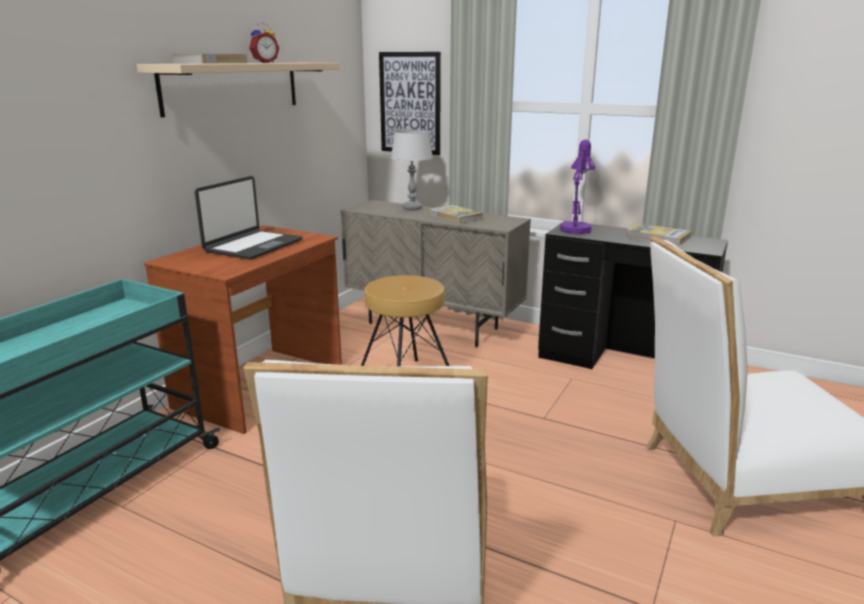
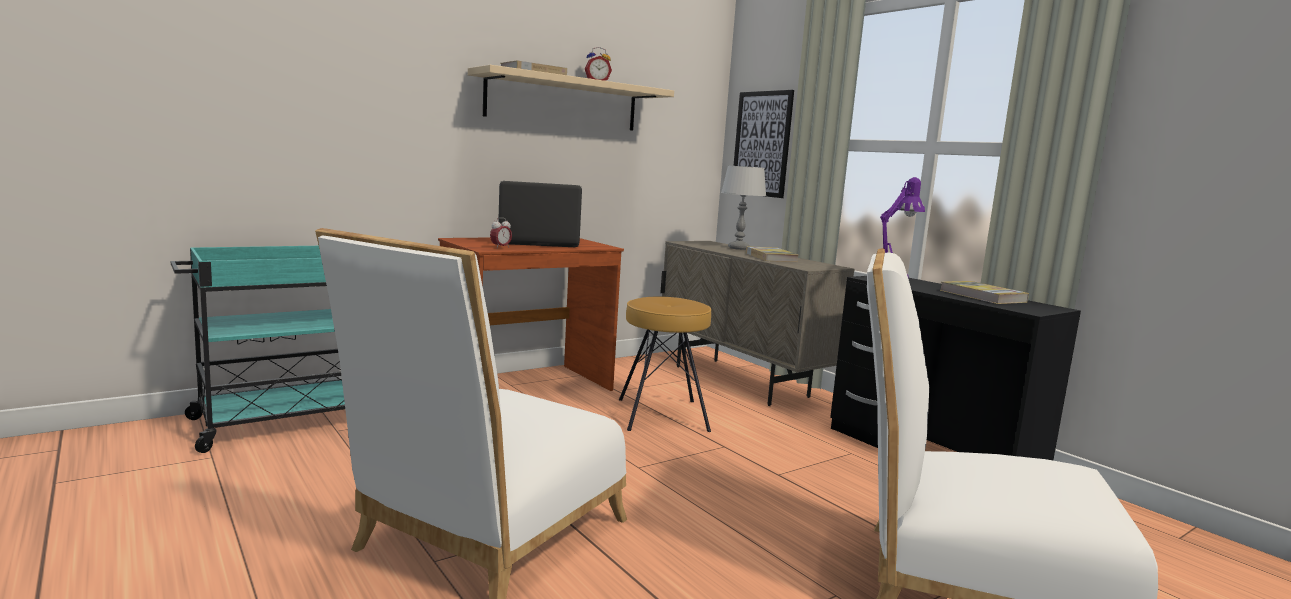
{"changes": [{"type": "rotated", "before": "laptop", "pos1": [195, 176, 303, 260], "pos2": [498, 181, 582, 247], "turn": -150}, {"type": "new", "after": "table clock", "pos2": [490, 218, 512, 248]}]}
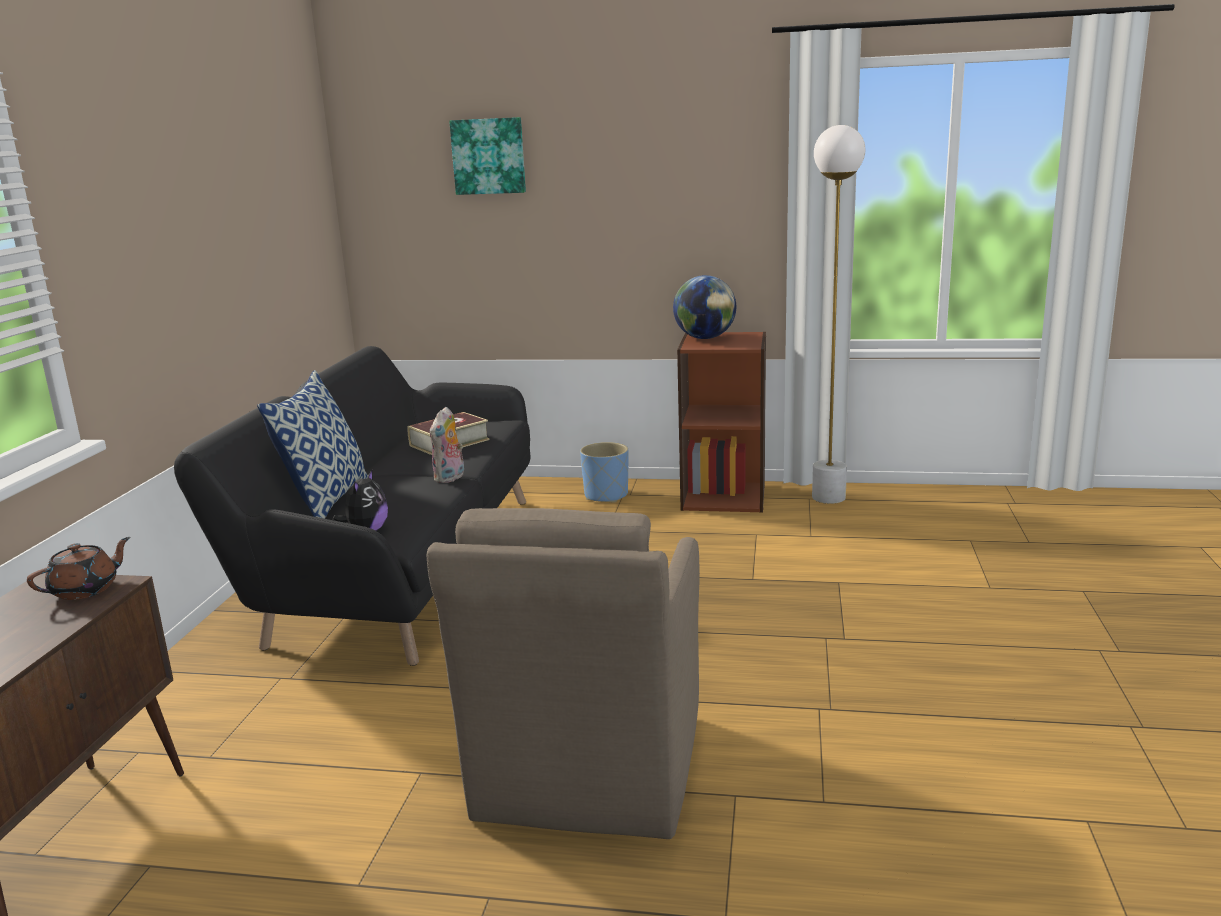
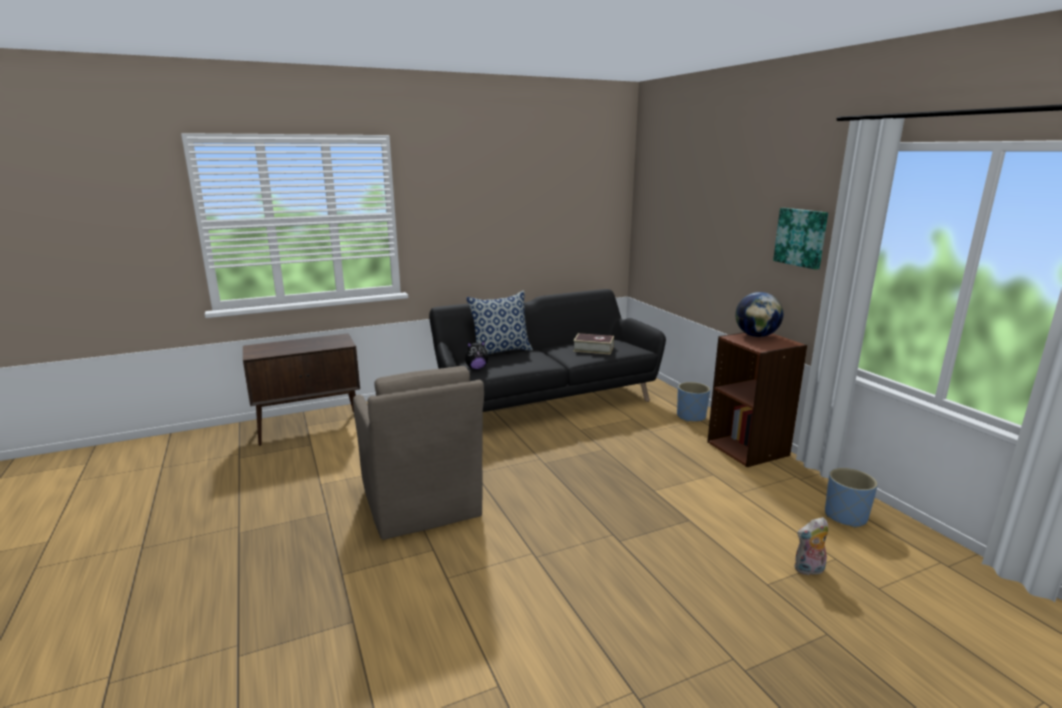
{"changes": [{"type": "shifted", "before": "picture", "pos1": [449, 117, 526, 195], "pos2": [773, 208, 828, 270]}, {"type": "gone", "before": "white standard lamp", "pos1": [812, 125, 866, 504]}, {"type": "shifted", "before": "cuddly toy", "pos1": [430, 407, 464, 483], "pos2": [794, 517, 828, 575]}, {"type": "rotated", "before": "brownish lounge chair", "pos1": [427, 508, 700, 839], "pos2": [353, 366, 484, 540], "turn": -90}, {"type": "gone", "before": "brownish tea pot", "pos1": [27, 537, 130, 600]}, {"type": "new", "after": "bluish planter", "pos2": [825, 468, 878, 528]}]}
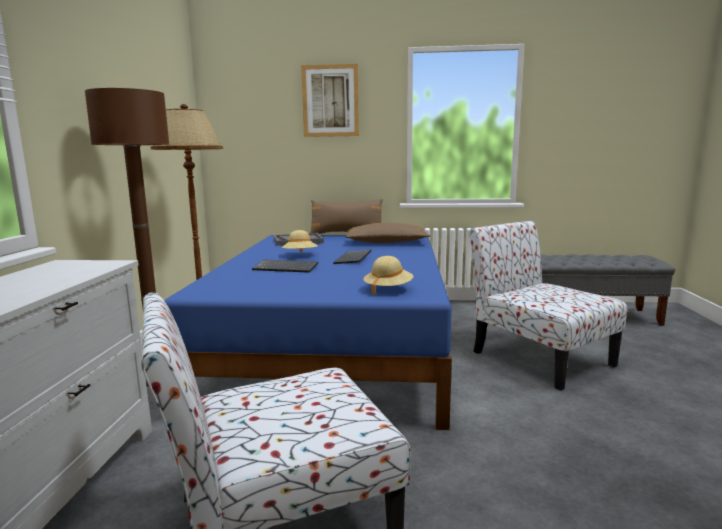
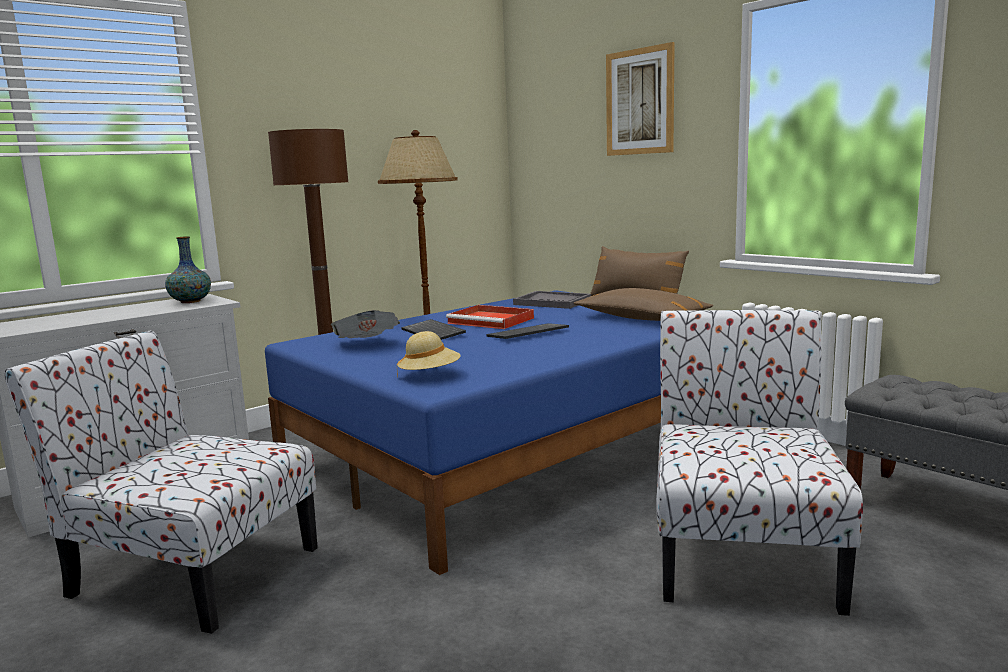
{"changes": [{"type": "swapped", "before": "beige clothing hat", "after": "red tray", "pos1": [282, 230, 318, 252], "pos2": [446, 305, 534, 329]}, {"type": "new", "after": "vase", "pos2": [165, 236, 211, 303]}, {"type": "new", "after": "newspaper", "pos2": [331, 310, 400, 338]}]}
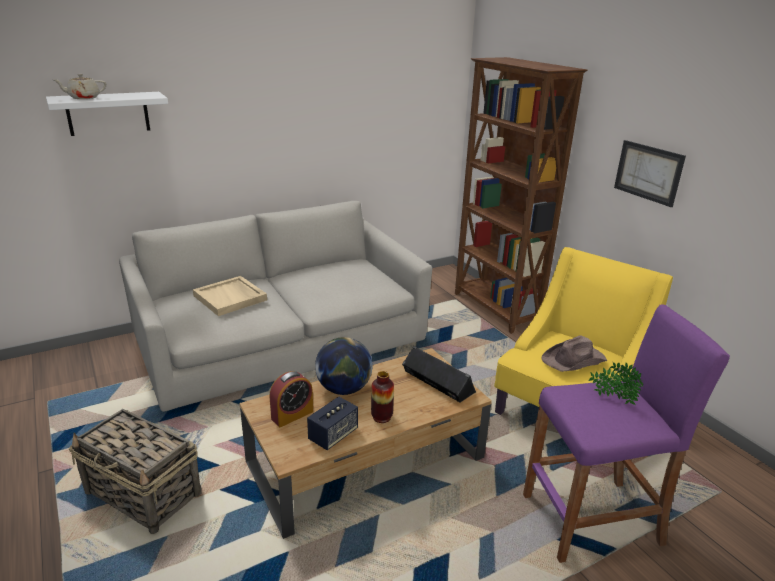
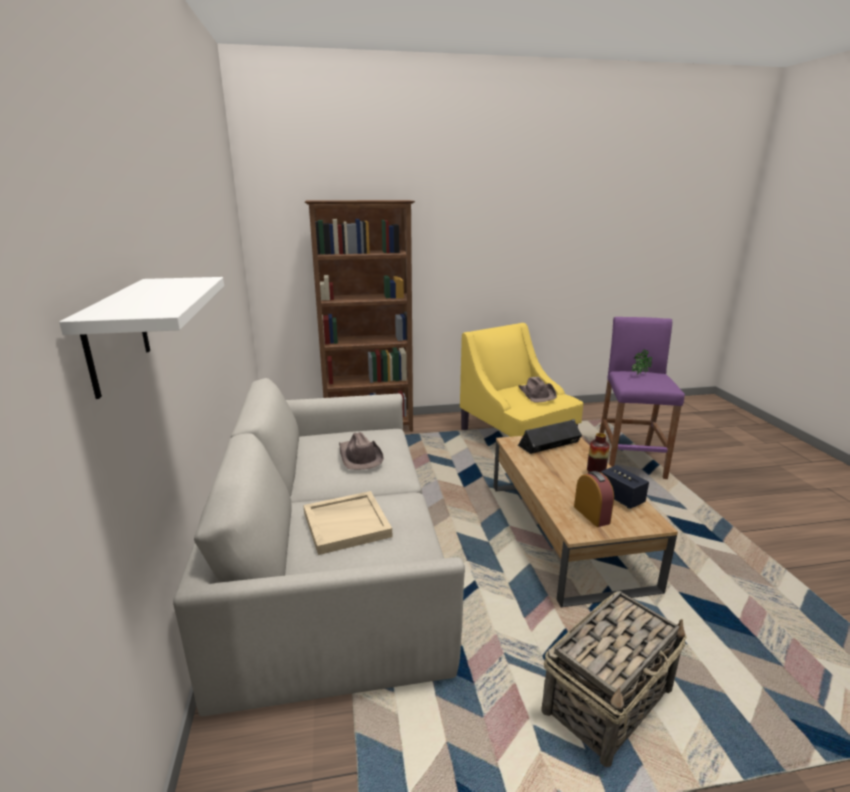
{"changes": [{"type": "gone", "before": "beige tea pot", "pos1": [54, 74, 106, 99]}, {"type": "gone", "before": "picture", "pos1": [614, 140, 686, 207]}, {"type": "gone", "before": "globe", "pos1": [315, 337, 373, 395]}, {"type": "new", "after": "brownish clothing hat", "pos2": [339, 432, 384, 470]}]}
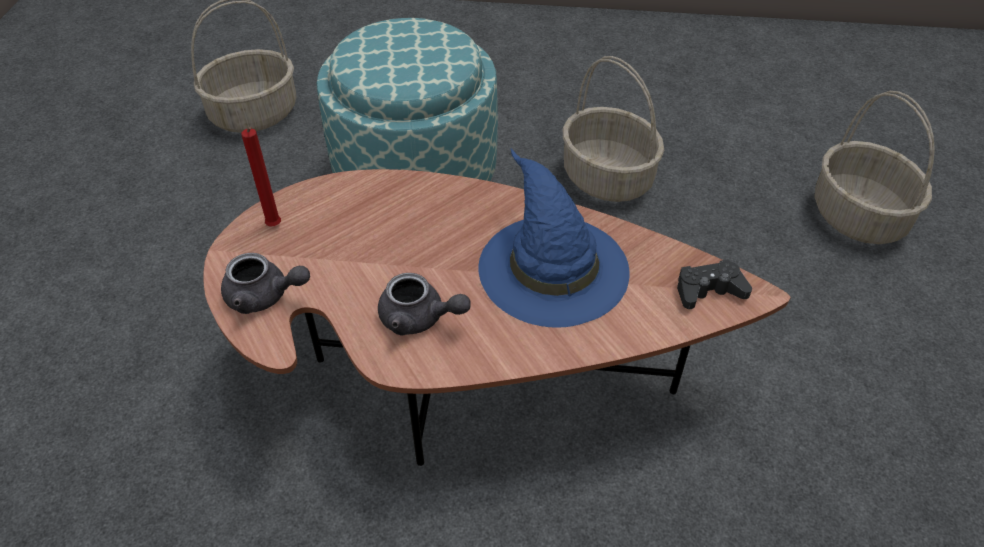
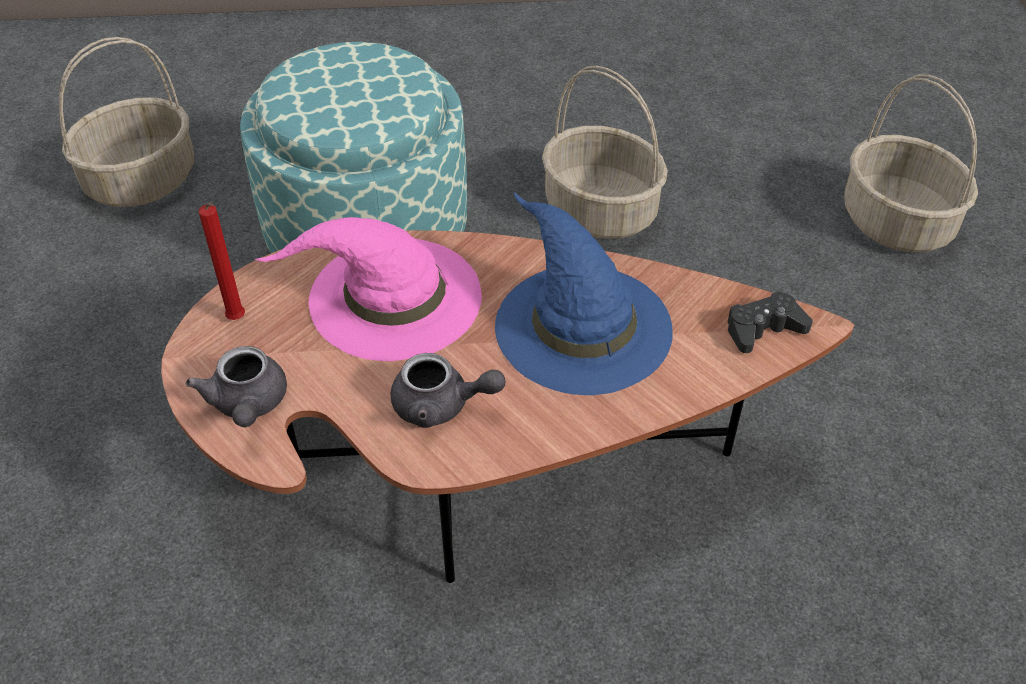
{"changes": [{"type": "rotated", "before": "greyish tea pot", "pos1": [221, 253, 310, 314], "pos2": [186, 346, 287, 427], "turn": 75}, {"type": "new", "after": "pinkish clothing hat", "pos2": [255, 217, 482, 361]}]}
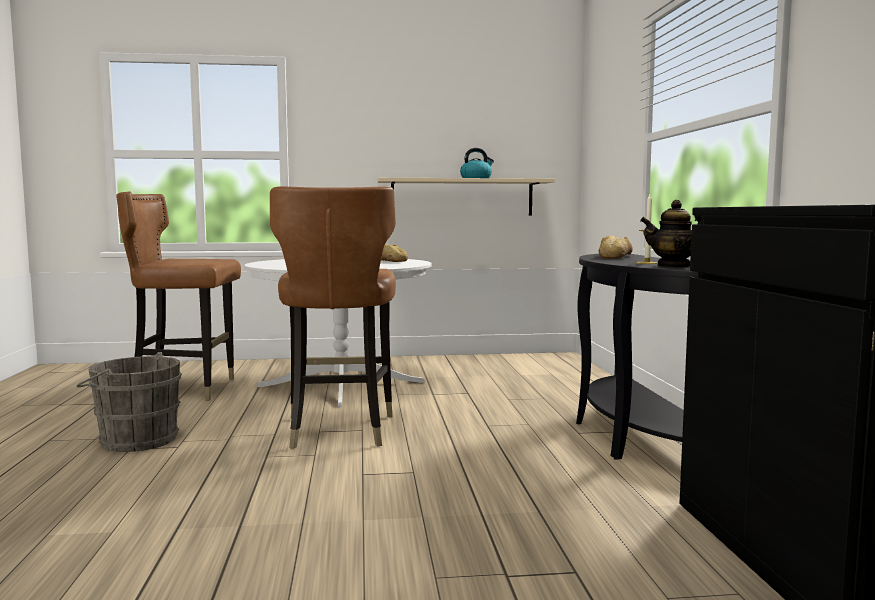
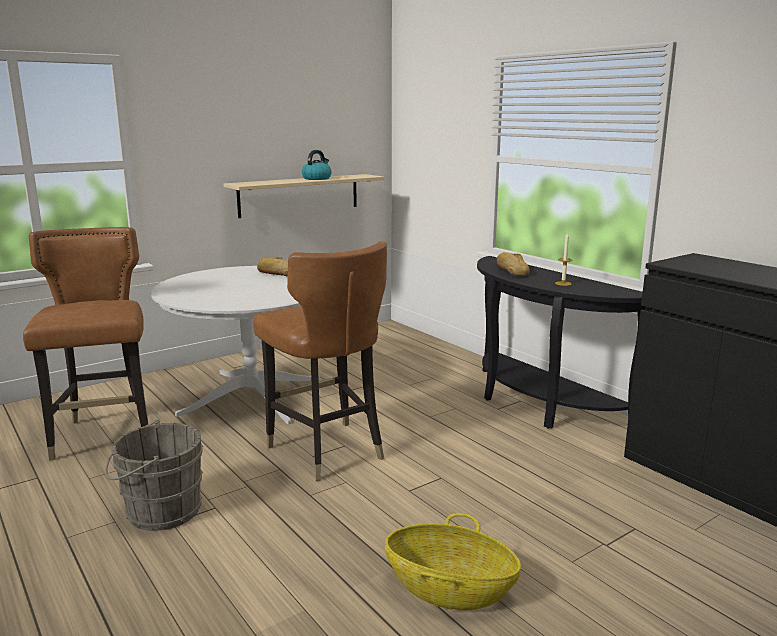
{"changes": [{"type": "rotated", "before": "brownish plain chair", "pos1": [116, 191, 241, 401], "pos2": [23, 227, 148, 461], "turn": 105}, {"type": "gone", "before": "tea pot", "pos1": [640, 200, 702, 268]}, {"type": "new", "after": "household basket", "pos2": [385, 513, 521, 610]}]}
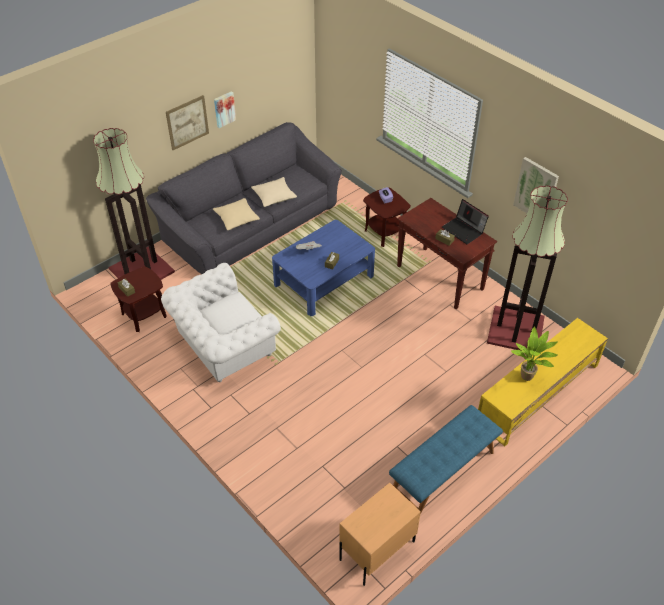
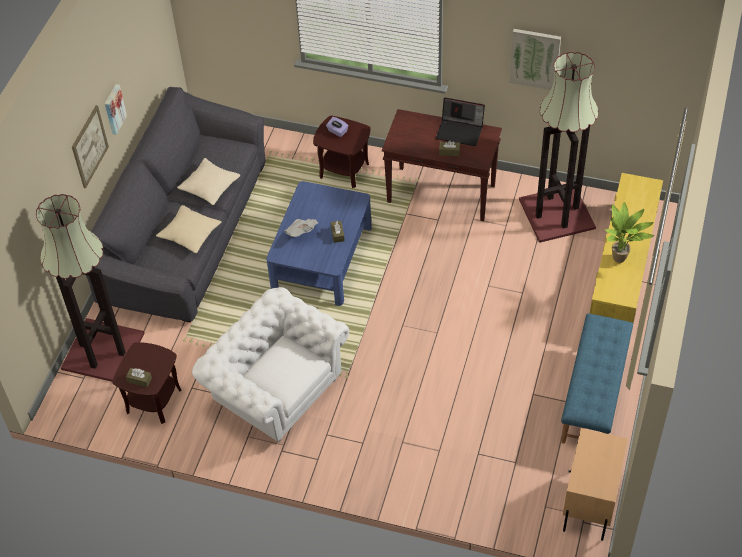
{"changes": [{"type": "rotated", "before": "white lounge chair", "pos1": [161, 263, 281, 382], "pos2": [192, 287, 349, 441], "turn": 105}]}
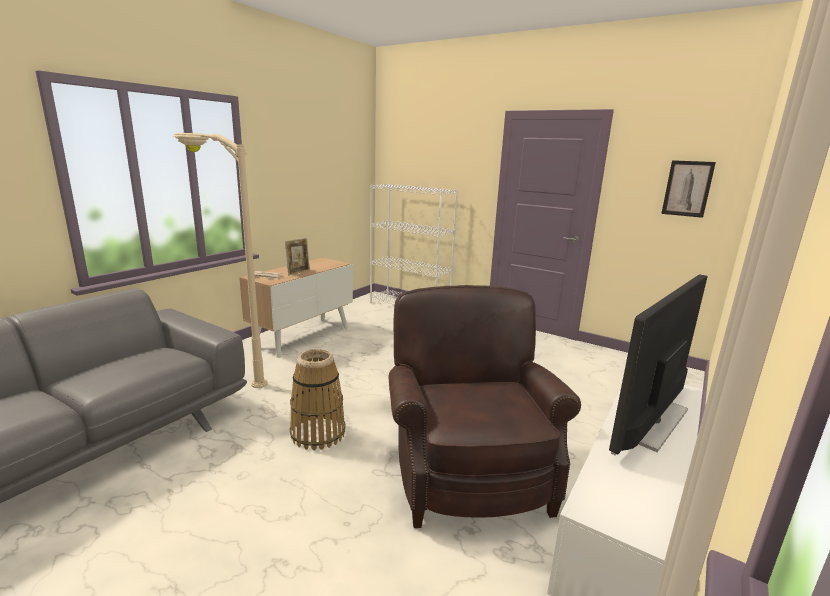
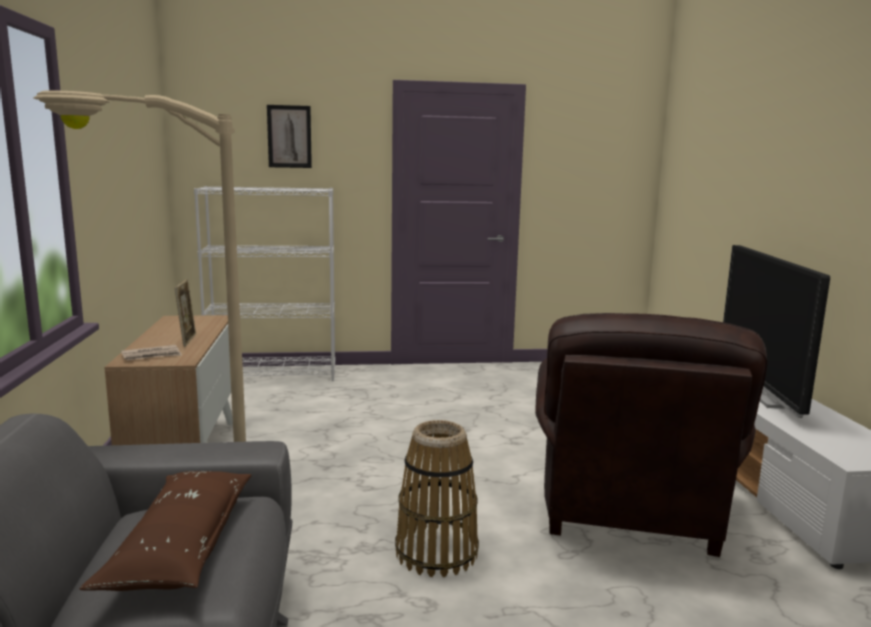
{"changes": [{"type": "shifted", "before": "picture", "pos1": [661, 160, 716, 218], "pos2": [267, 105, 312, 168]}, {"type": "rotated", "before": "brownish lounge chair", "pos1": [389, 285, 581, 528], "pos2": [535, 313, 767, 557], "turn": -120}, {"type": "new", "after": "brownish pillow", "pos2": [80, 471, 252, 591]}]}
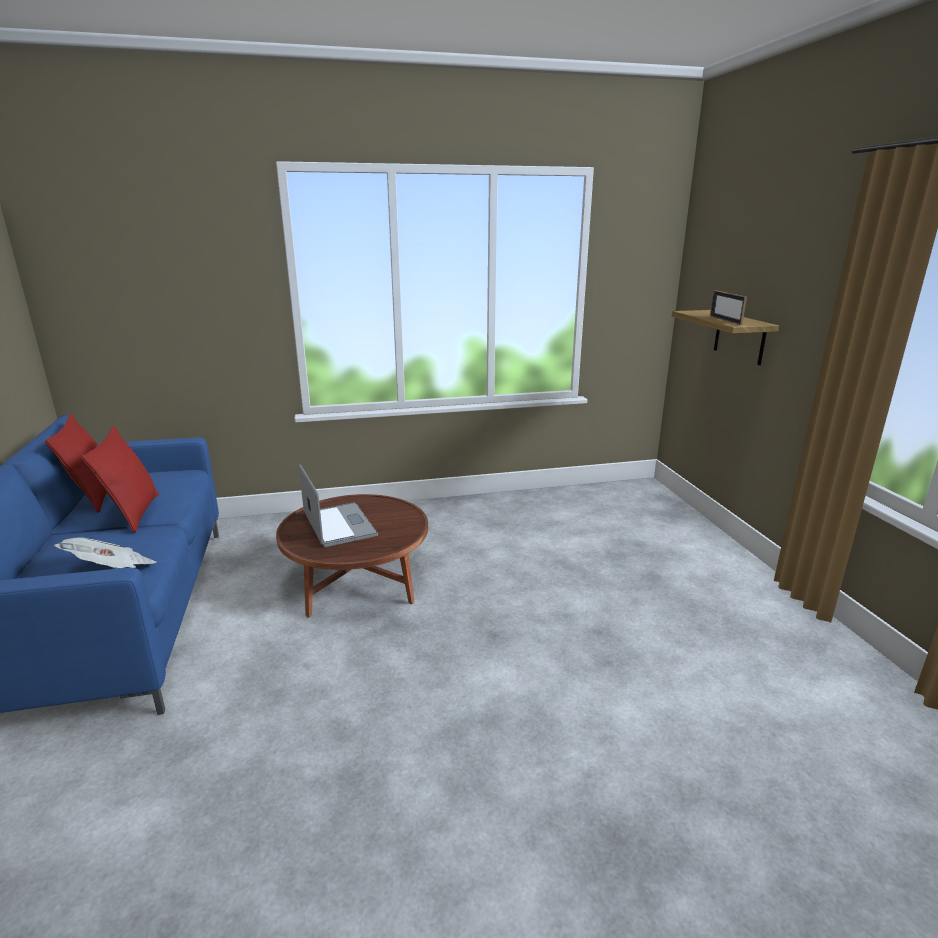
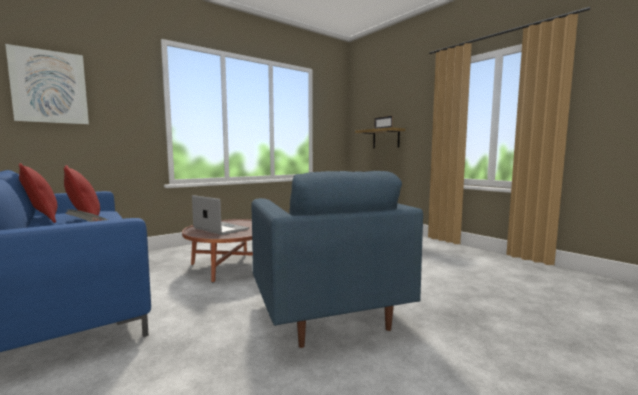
{"changes": [{"type": "new", "after": "picture", "pos2": [5, 44, 89, 125]}, {"type": "new", "after": "bluish lounge chair", "pos2": [251, 171, 423, 348]}]}
